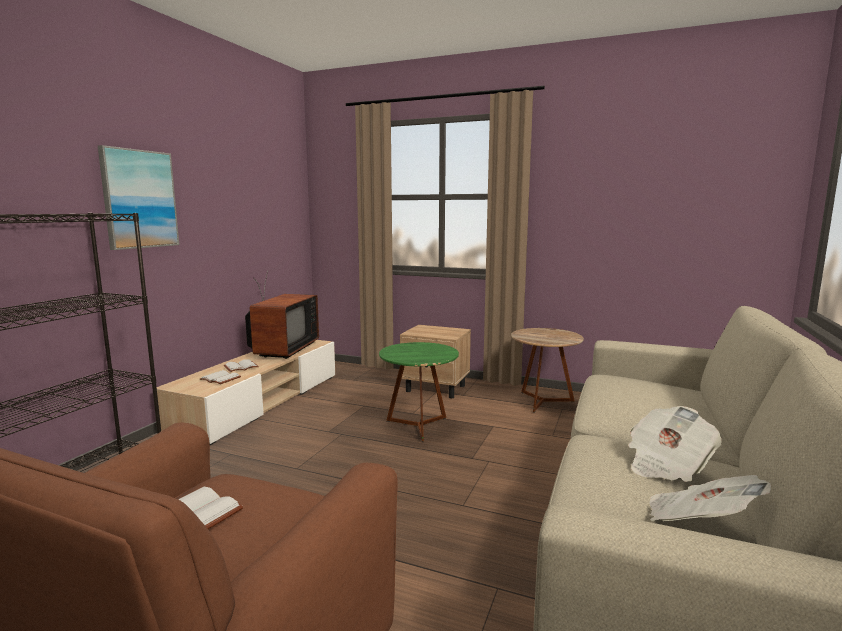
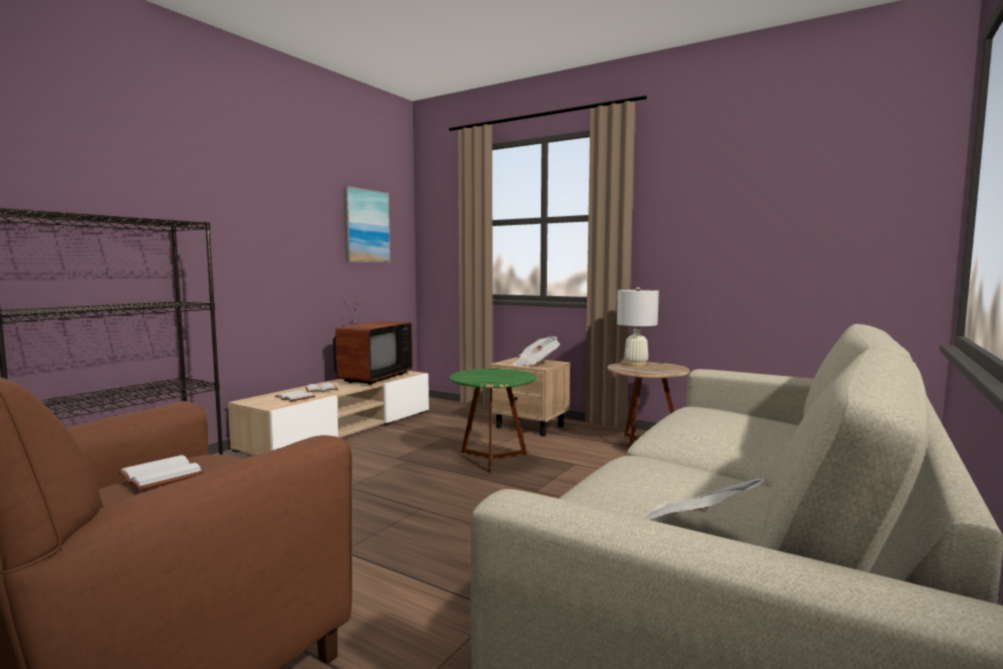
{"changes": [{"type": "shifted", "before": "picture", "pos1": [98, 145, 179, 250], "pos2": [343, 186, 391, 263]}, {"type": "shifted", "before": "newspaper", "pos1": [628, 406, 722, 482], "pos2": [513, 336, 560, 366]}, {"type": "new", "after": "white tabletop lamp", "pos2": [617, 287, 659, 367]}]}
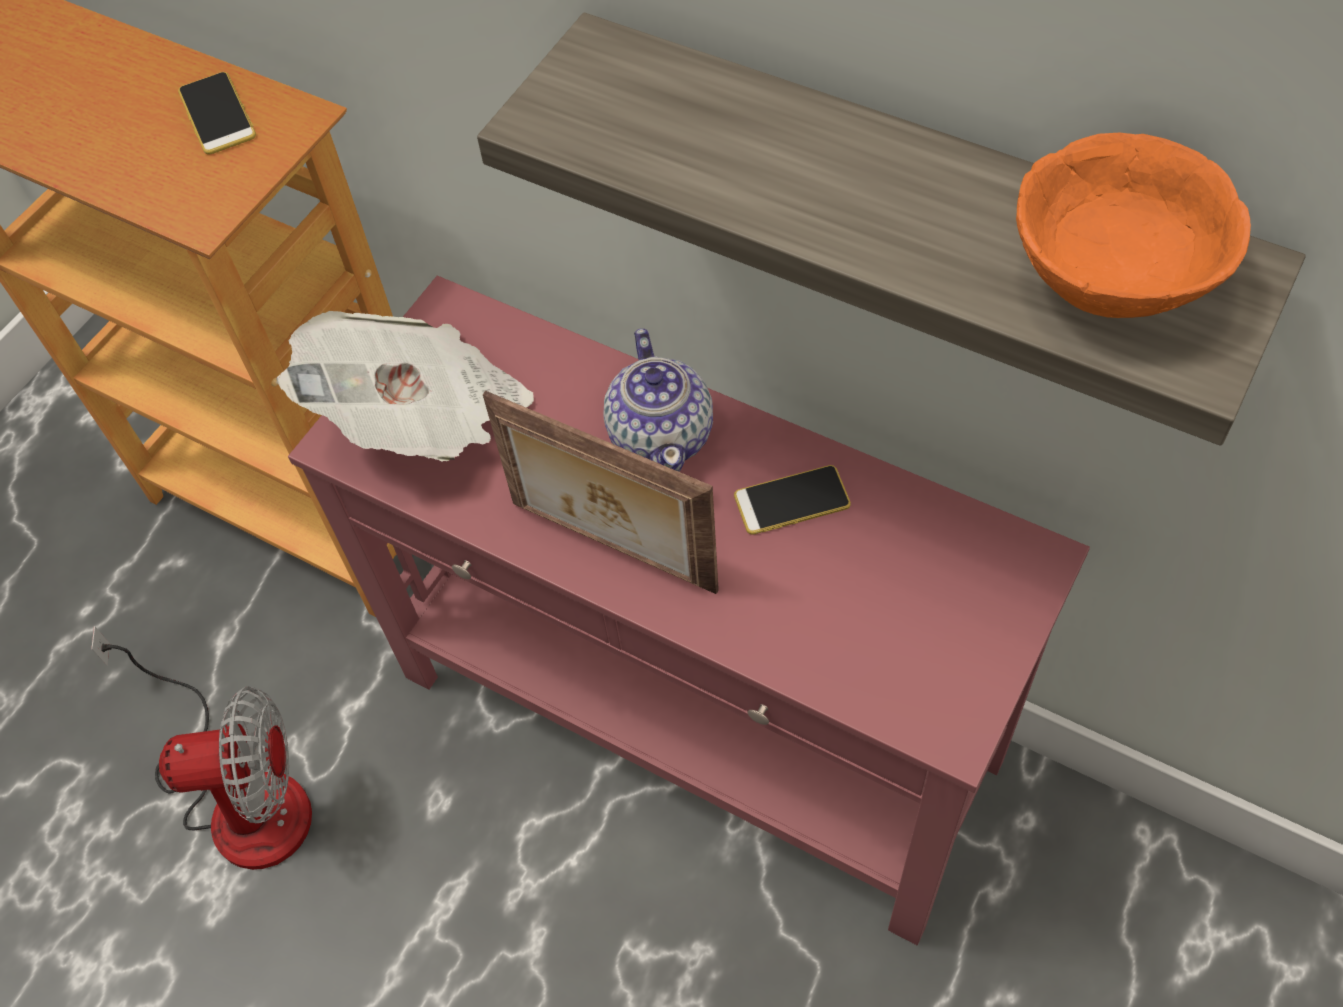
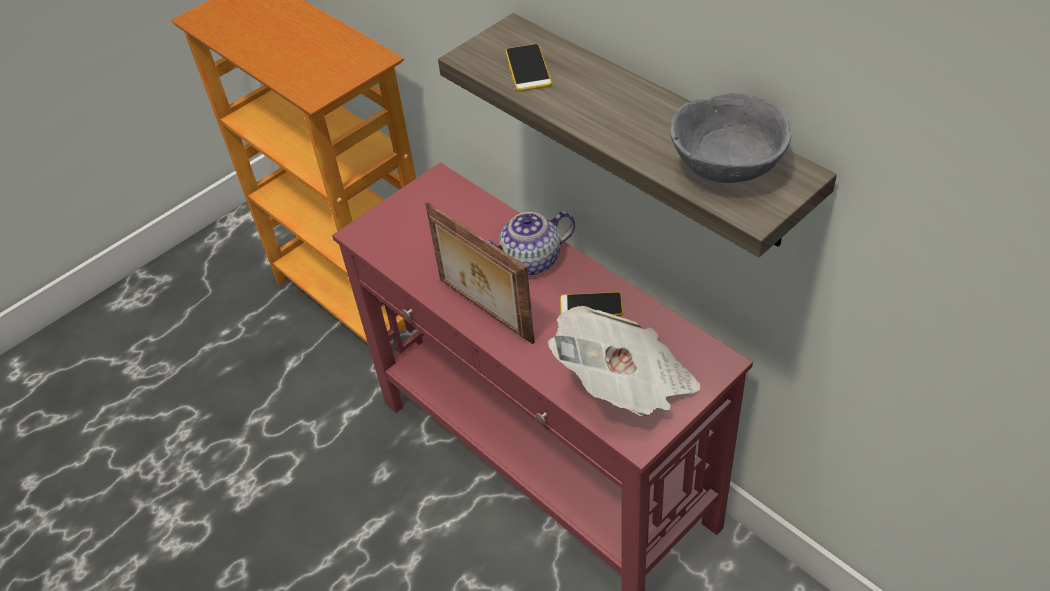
{"changes": [{"type": "shifted", "before": "phone", "pos1": [178, 72, 256, 155], "pos2": [505, 44, 552, 91]}, {"type": "repainted", "before": "orange-coloured serving bowl", "after": "greyish serving bowl", "pos1": [1016, 133, 1251, 318], "pos2": [670, 92, 791, 183]}, {"type": "shifted", "before": "newspaper", "pos1": [276, 311, 534, 462], "pos2": [548, 306, 700, 416]}, {"type": "rotated", "before": "tea pot", "pos1": [603, 329, 713, 472], "pos2": [487, 211, 575, 275], "turn": 60}, {"type": "gone", "before": "cooling fan", "pos1": [91, 626, 312, 870]}]}
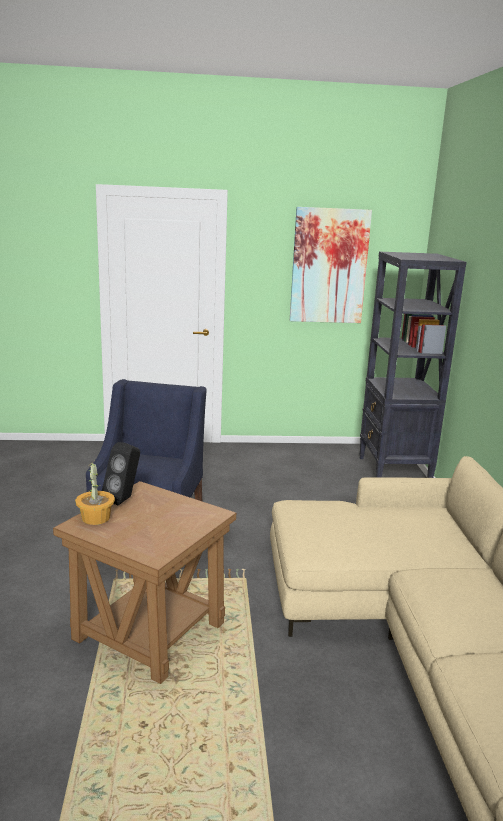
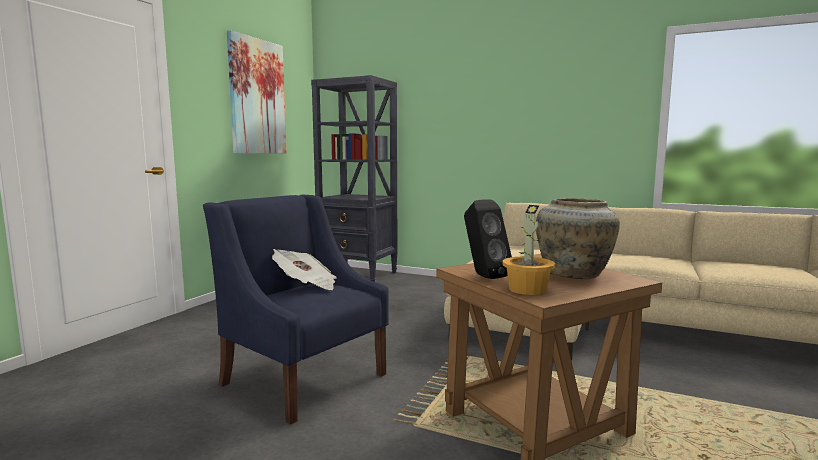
{"changes": [{"type": "new", "after": "beige vase", "pos2": [536, 198, 620, 279]}, {"type": "new", "after": "newspaper", "pos2": [272, 249, 337, 290]}]}
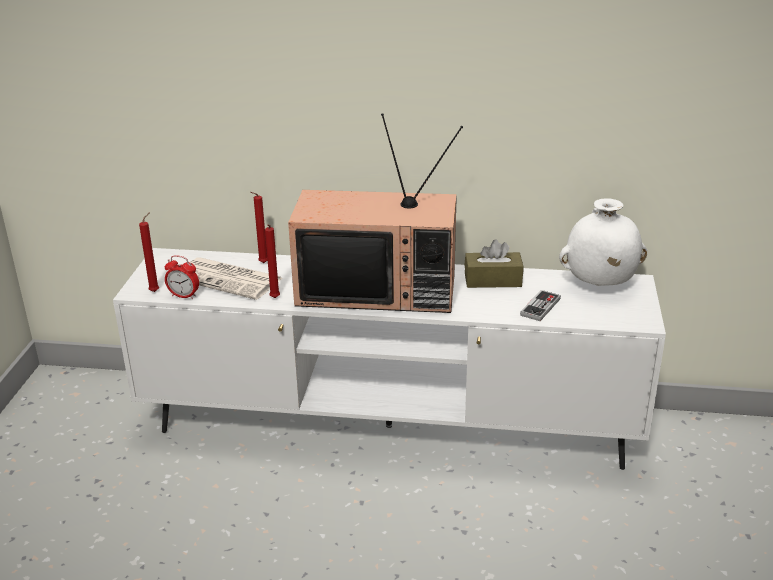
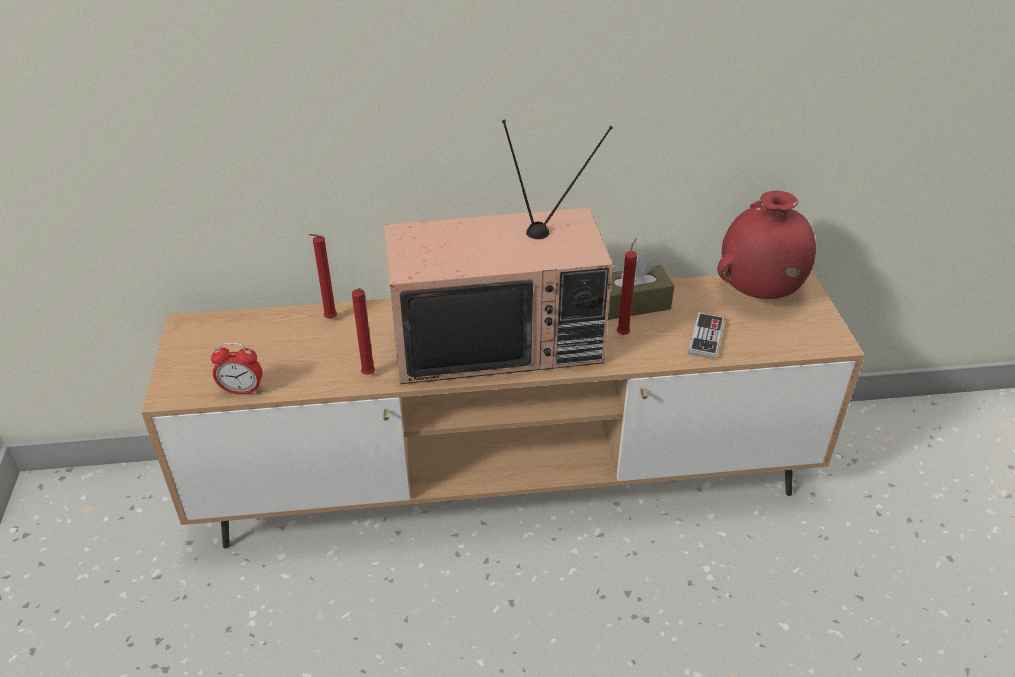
{"changes": [{"type": "repainted", "before": "white vase", "after": "red vase", "pos1": [559, 198, 647, 286], "pos2": [717, 190, 816, 299]}, {"type": "shifted", "before": "red wax light", "pos1": [139, 212, 159, 292], "pos2": [617, 238, 637, 335]}, {"type": "repainted", "before": "white media console", "after": "brownish media console", "pos1": [113, 248, 666, 470], "pos2": [141, 271, 865, 548]}, {"type": "gone", "before": "newspaper", "pos1": [190, 257, 283, 300]}]}
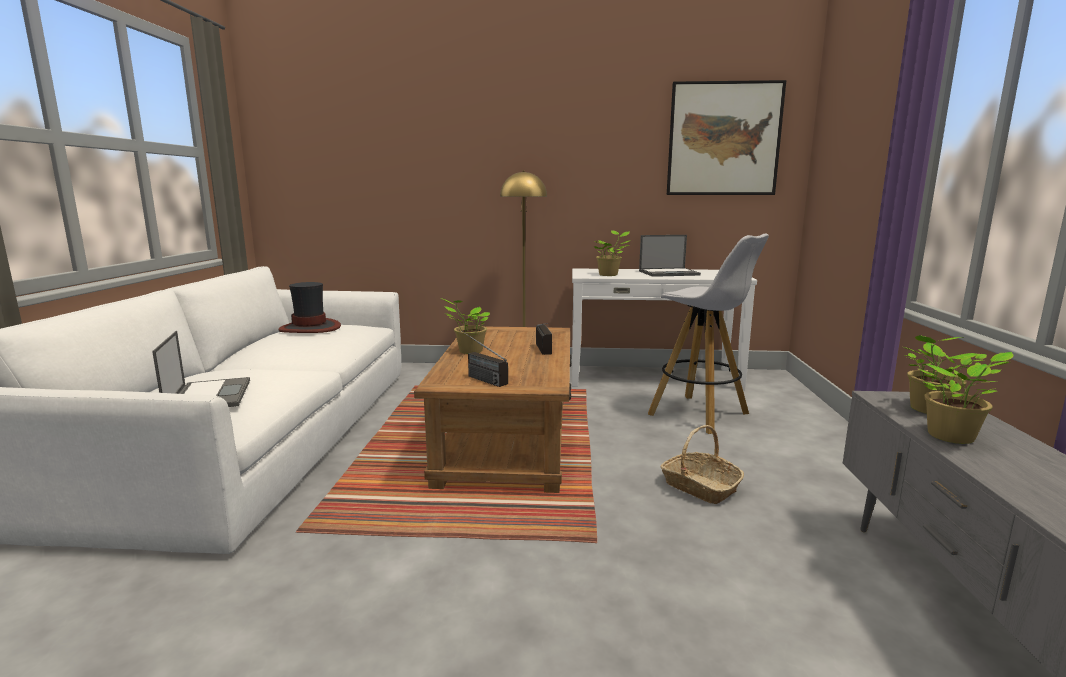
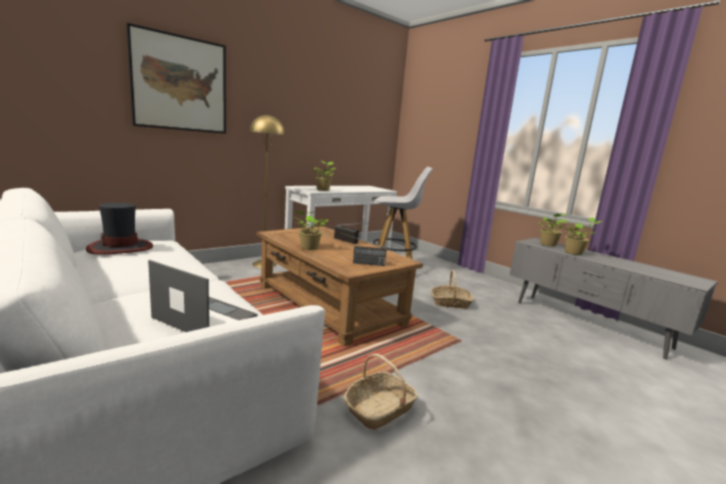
{"changes": [{"type": "shifted", "before": "picture", "pos1": [667, 80, 786, 195], "pos2": [126, 23, 226, 134]}, {"type": "gone", "before": "laptop", "pos1": [639, 235, 701, 277]}, {"type": "new", "after": "household basket", "pos2": [344, 353, 418, 430]}]}
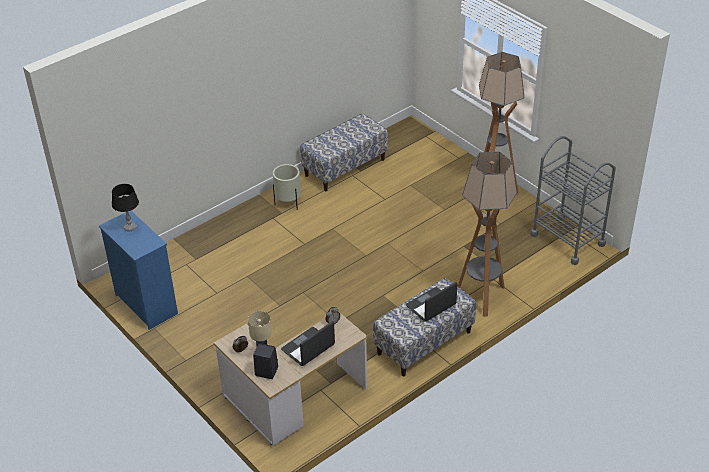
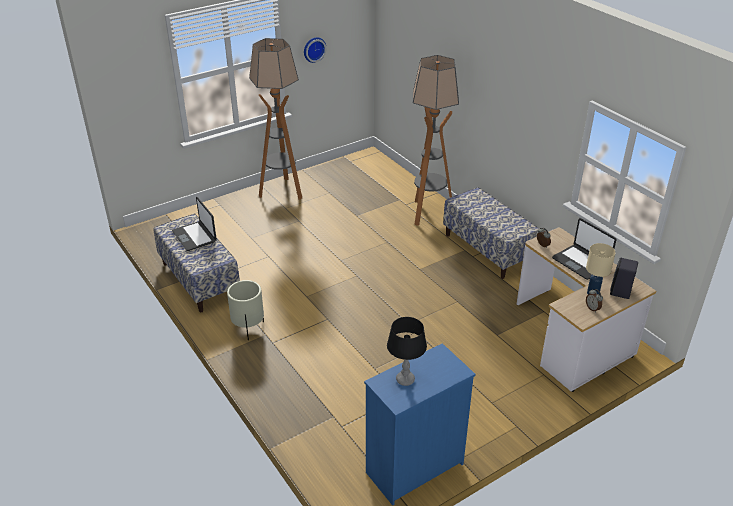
{"changes": [{"type": "gone", "before": "greyish cart", "pos1": [530, 136, 616, 265]}, {"type": "shifted", "before": "laptop", "pos1": [406, 282, 457, 322], "pos2": [172, 197, 217, 251]}, {"type": "new", "after": "clock on the wall", "pos2": [304, 37, 326, 63]}]}
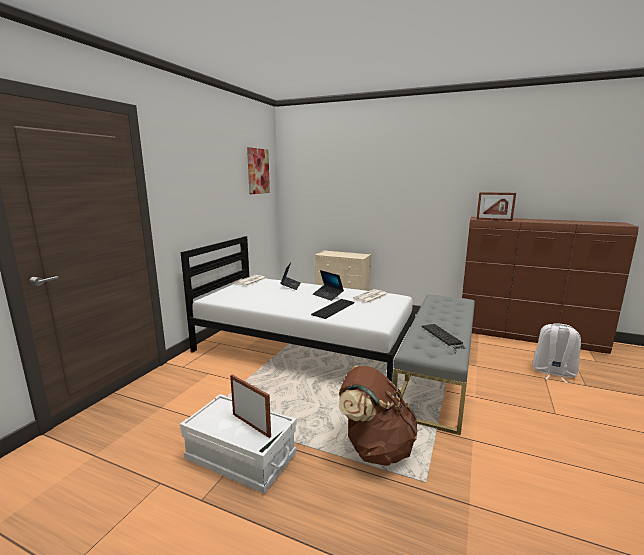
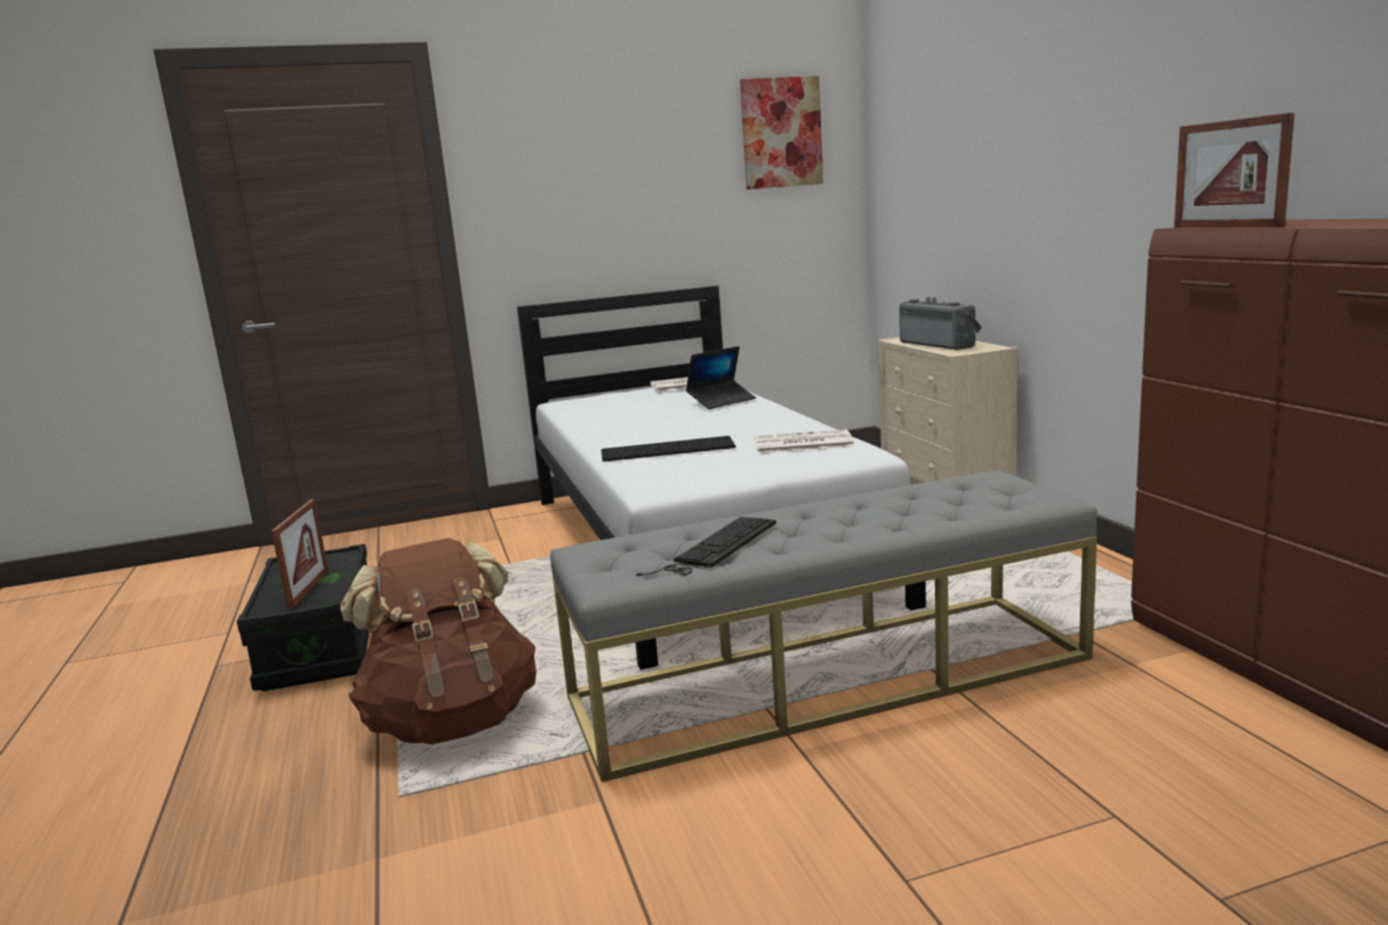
{"changes": [{"type": "gone", "before": "laptop", "pos1": [313, 270, 344, 301]}, {"type": "gone", "before": "white knapsack", "pos1": [532, 323, 581, 384]}, {"type": "repainted", "before": "white storage bin", "after": "black-coloured storage bin", "pos1": [180, 394, 297, 494], "pos2": [237, 544, 369, 691]}, {"type": "new", "after": "radio", "pos2": [899, 297, 982, 350]}]}
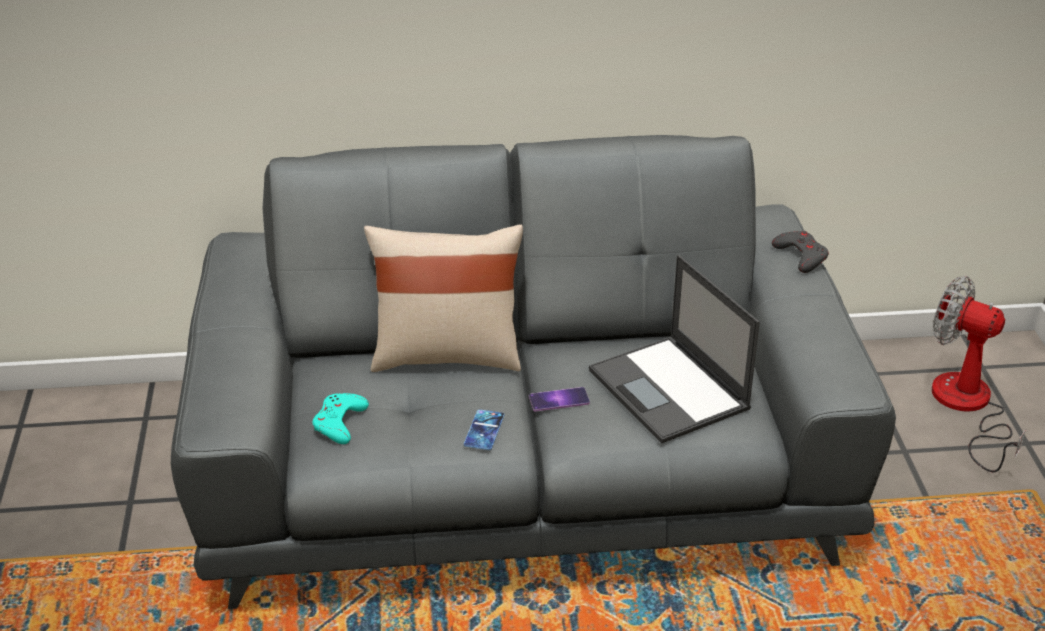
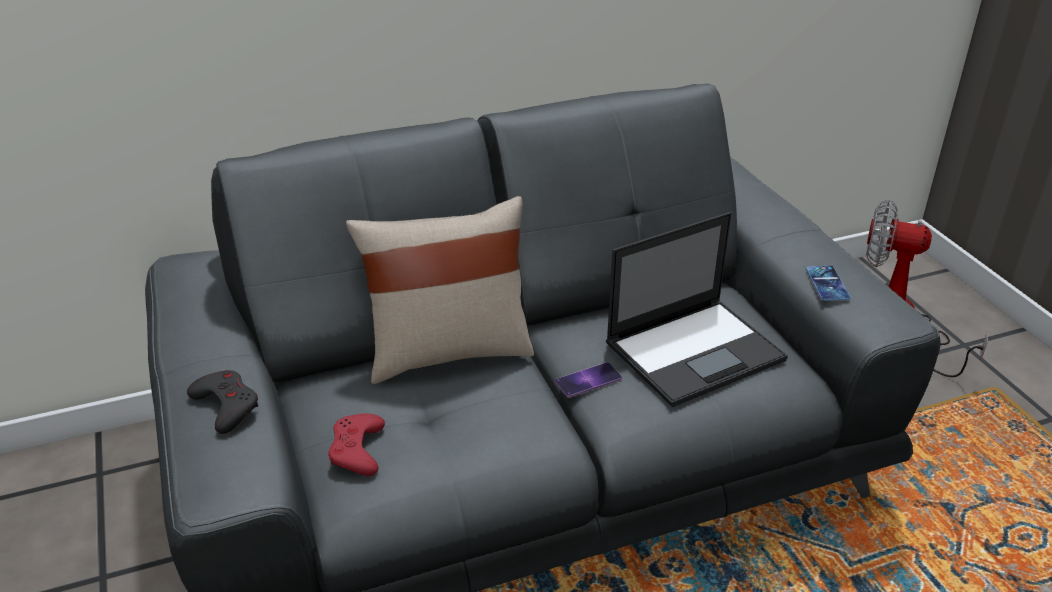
{"changes": [{"type": "shifted", "before": "greyish game controller", "pos1": [772, 231, 829, 273], "pos2": [187, 370, 258, 434]}, {"type": "rotated", "before": "laptop", "pos1": [589, 255, 760, 444], "pos2": [606, 212, 788, 407], "turn": -75}, {"type": "repainted", "before": "turquoise-coloured game controller", "after": "red game controller", "pos1": [313, 393, 369, 444], "pos2": [328, 414, 385, 476]}, {"type": "shifted", "before": "phone", "pos1": [464, 409, 504, 450], "pos2": [806, 266, 851, 301]}]}
